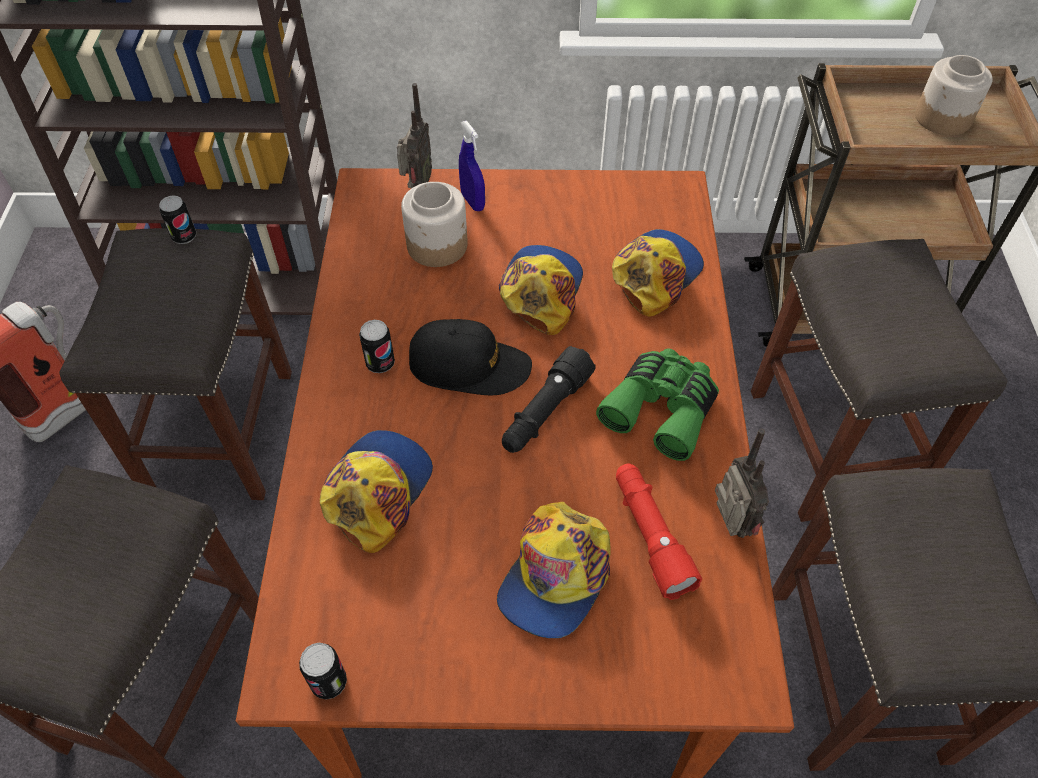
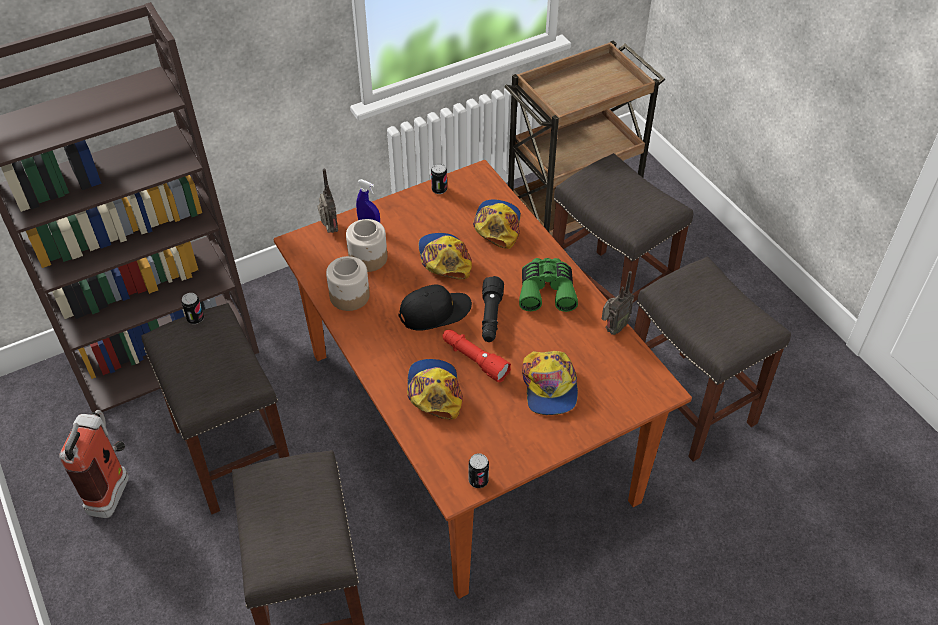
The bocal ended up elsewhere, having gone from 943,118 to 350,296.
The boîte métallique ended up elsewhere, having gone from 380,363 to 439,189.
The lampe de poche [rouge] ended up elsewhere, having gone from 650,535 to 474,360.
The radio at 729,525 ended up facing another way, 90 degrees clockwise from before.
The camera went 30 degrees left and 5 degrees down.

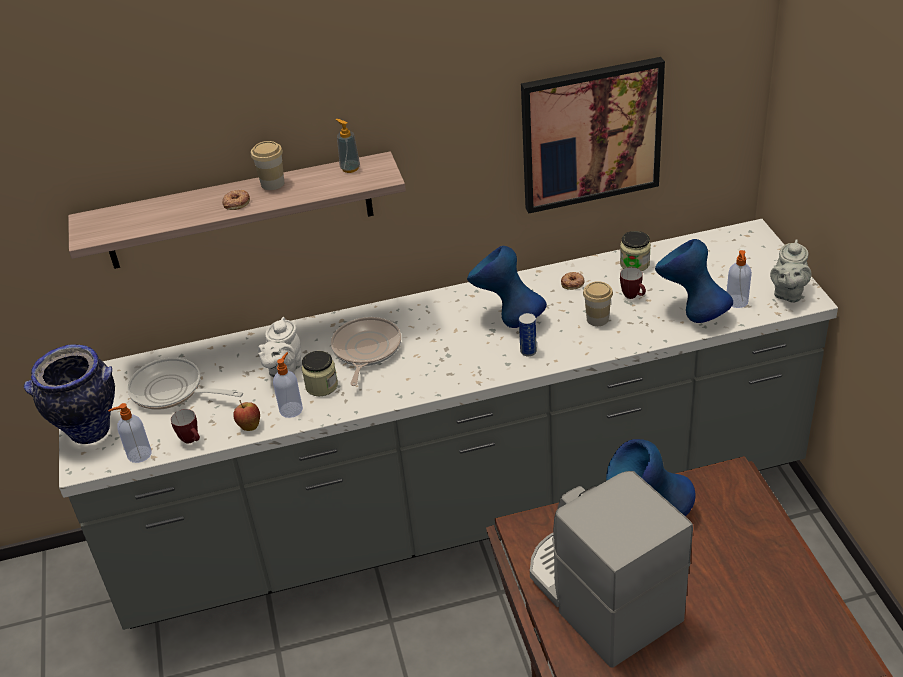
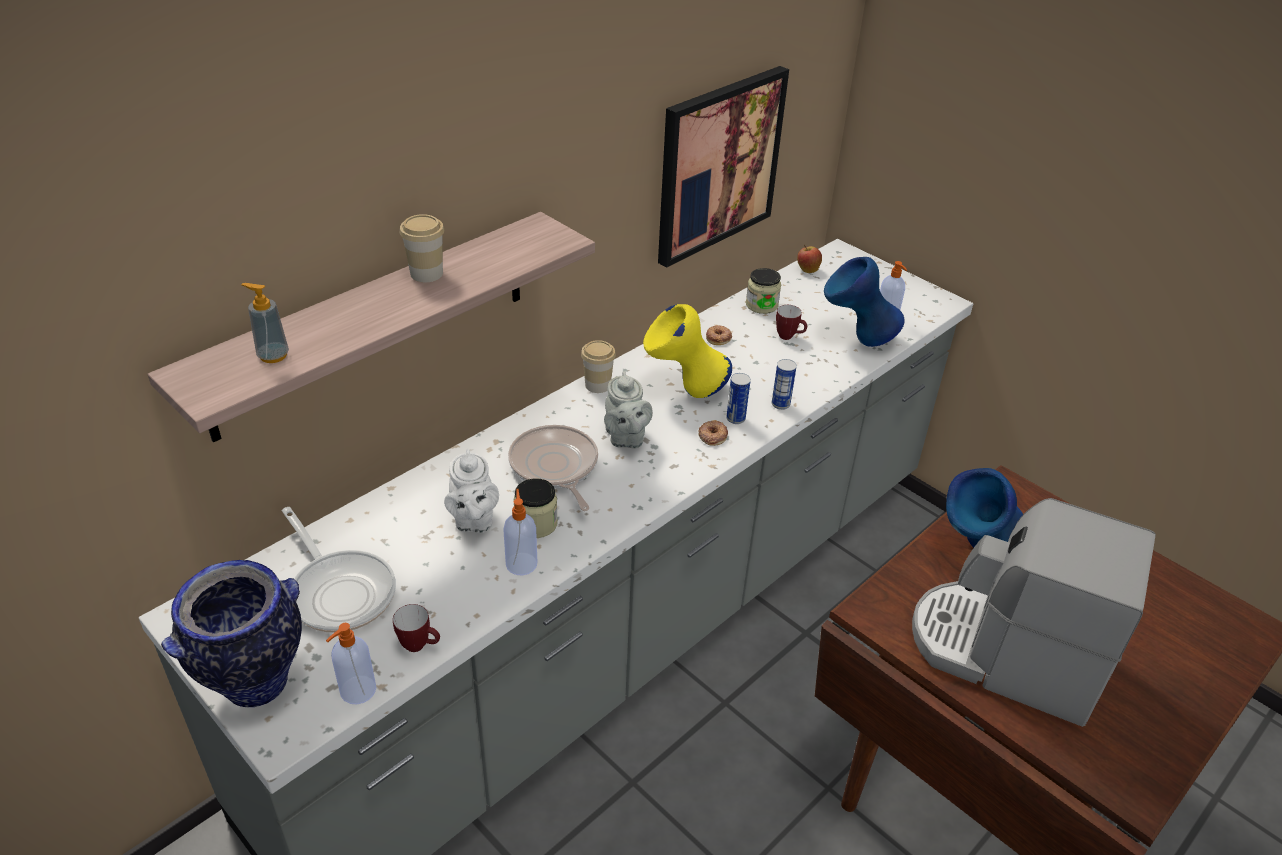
The distributeur de savon ended up elsewhere, having gone from 350,168 to 273,355.
The poêle at 172,391 ended up facing another way, 120 degrees counterclockwise from before.
The tasse ended up elsewhere, having gone from 597,319 to 597,385.
The théière [gris] ended up elsewhere, having gone from 787,293 to 625,438.
What was the vase [bleu] at 507,319 turned into the vase [jaune] at 685,391.
The beignet ended up elsewhere, having gone from 236,202 to 712,436.
The second view gained the boîte métallique at 780,404.
The pomme ended up elsewhere, having gone from 249,425 to 807,270.
The camera went 35 degrees left and 0 degrees up.

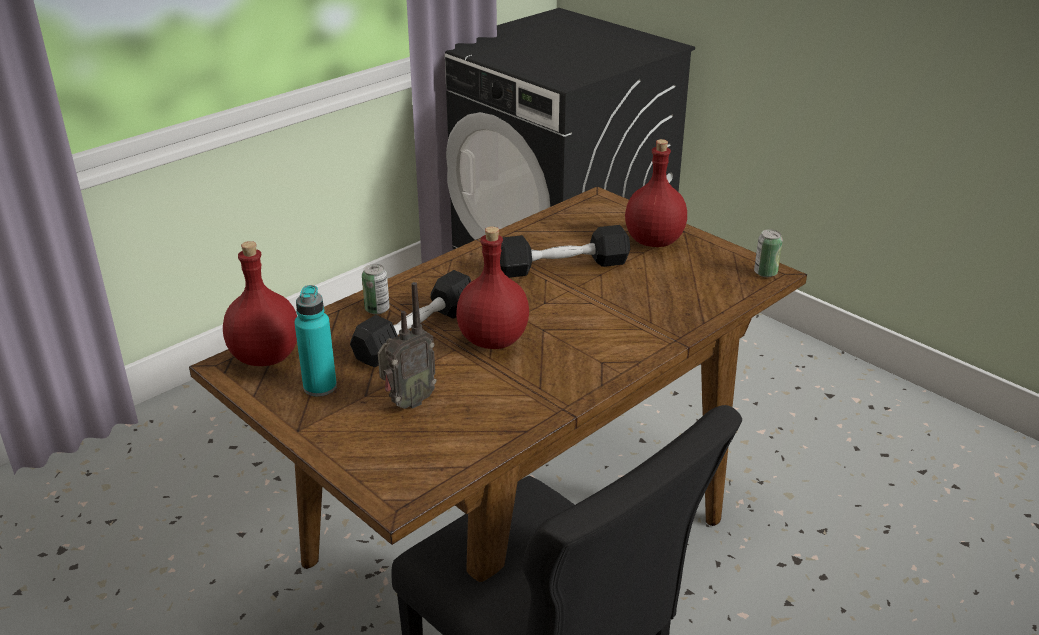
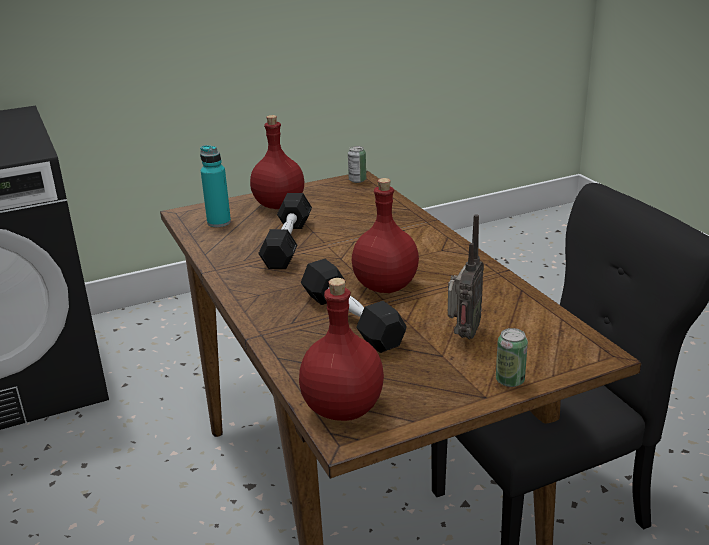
The bouteille [turquoise] ended up elsewhere, having gone from 320,387 to 219,222.
The radio at 407,402 ended up facing another way, 45 degrees clockwise from before.
The boîte métallique ended up elsewhere, having gone from 377,309 to 510,380.
The camera went 70 degrees left and 5 degrees down.

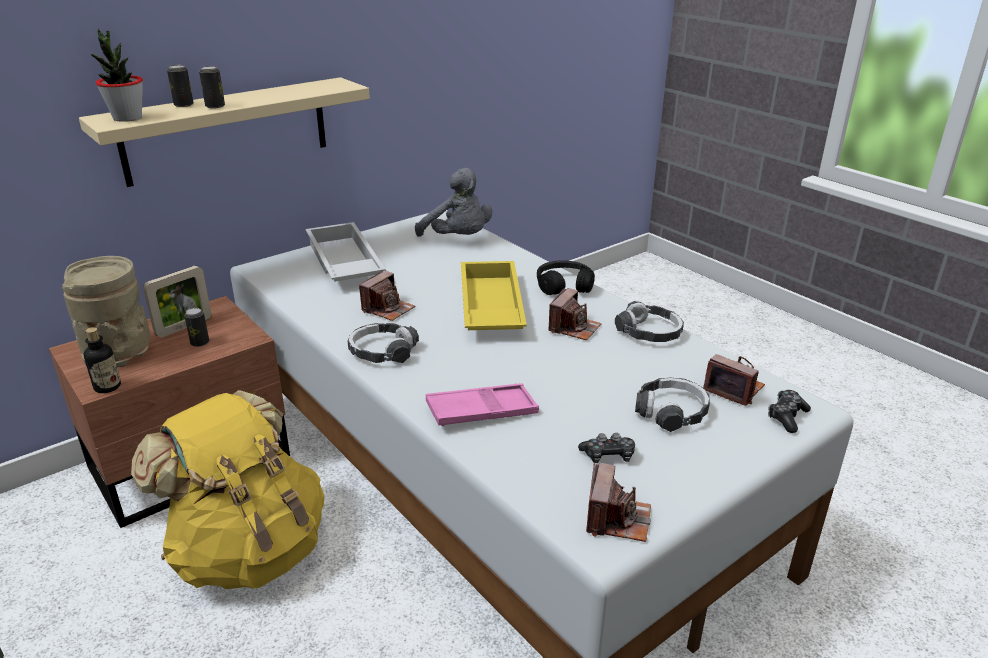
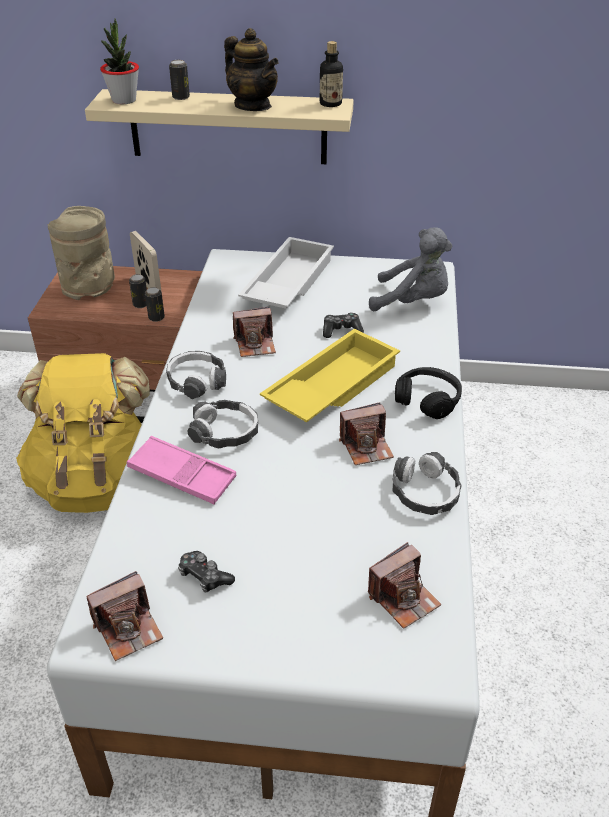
The cadre photo at 184,327 ended up facing another way, 120 degrees counterclockwise from before.
The boîte métallique ended up elsewhere, having gone from 215,106 to 156,318.
The casque audio ended up elsewhere, having gone from 671,412 to 224,432.
The second view gained the théière at 253,106.
The bouteille ended up elsewhere, having gone from 107,387 to 330,103.
The manette ended up elsewhere, having gone from 786,417 to 341,330.
The appareil photo at 733,389 ended up facing another way, 60 degrees clockwise from before.
The peluche [gris] at 458,239 ended up facing another way, 75 degrees counterclockwise from before.
The camera went 45 degrees right and 10 degrees up.

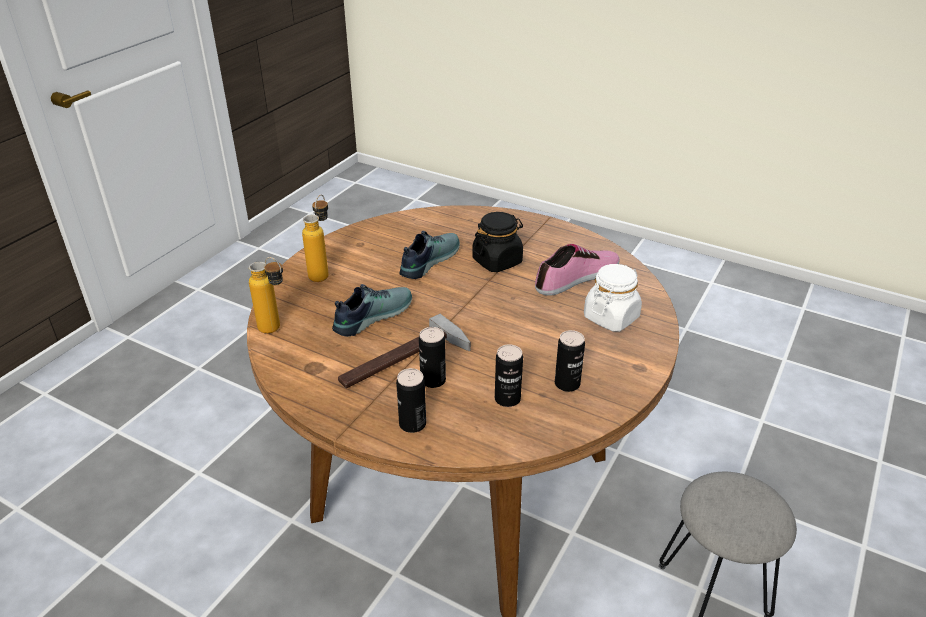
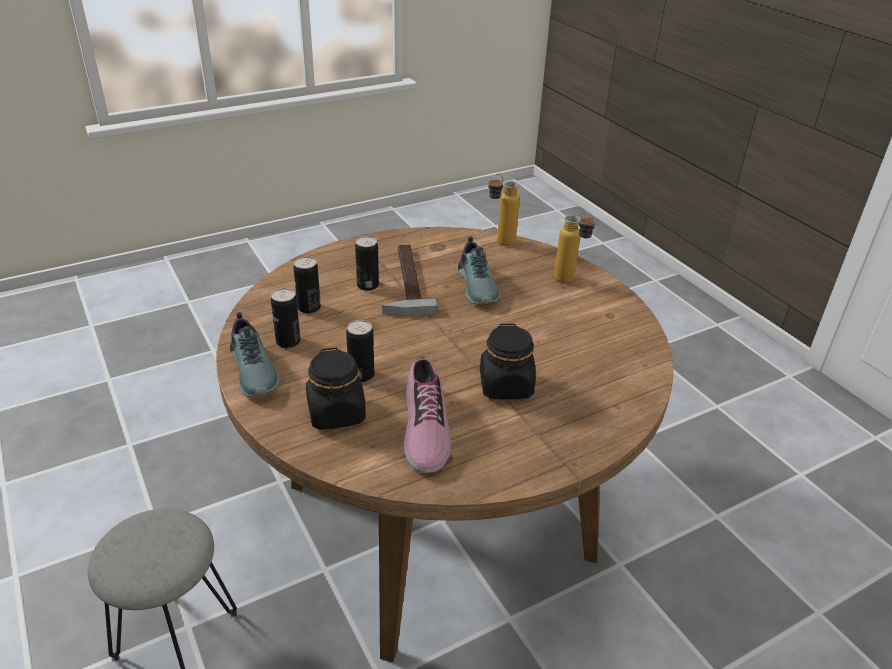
The chaussure ended up elsewhere, having gone from 428,260 to 255,369.
What was the bocal [blanc] at 611,317 turned into the bocal [noir] at 336,413.
The boîte métallique ended up elsewhere, having gone from 412,424 to 361,375.
The camera went 120 degrees right and 0 degrees up.

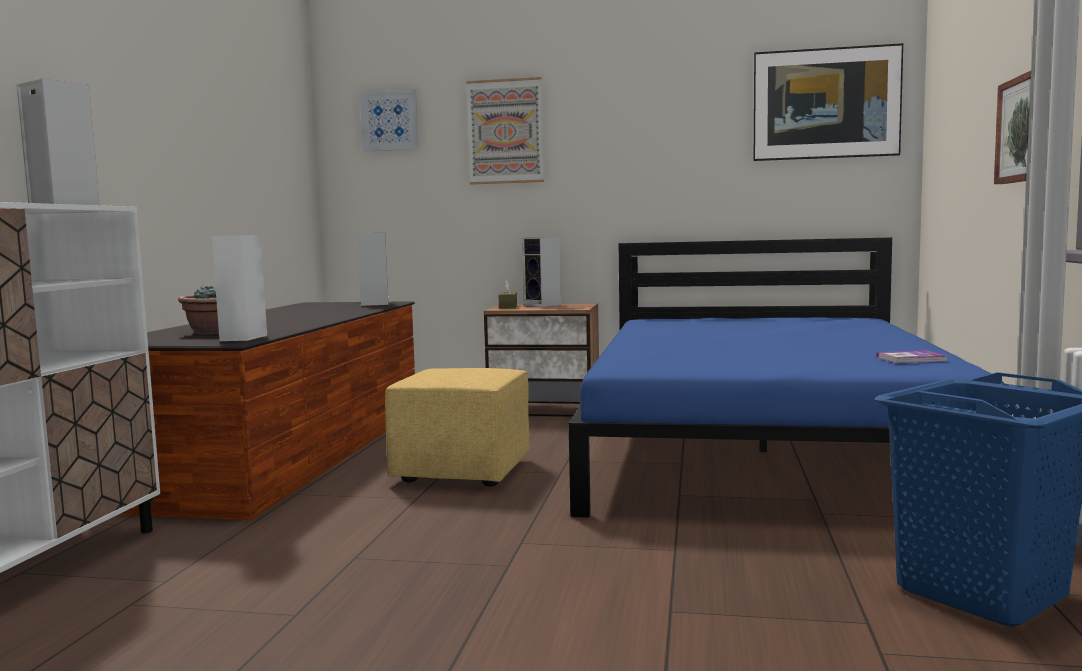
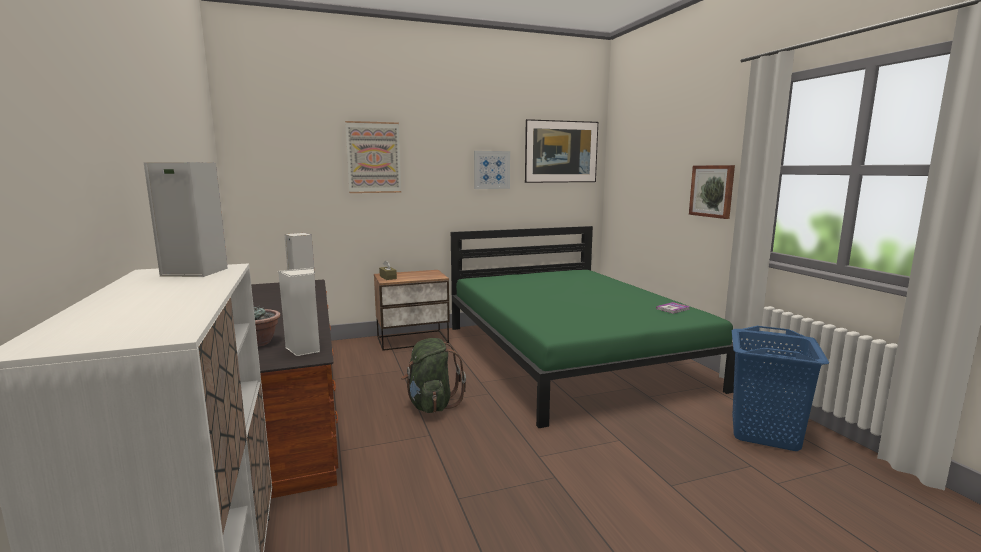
Where the pouf [jaune] stood at 464,472, the sac à dos [vert] came to stand at 431,405.
What was the lit [bleu] at 764,449 turned into the lit [vert] at 570,355.
The tableau ended up elsewhere, having gone from 389,121 to 491,170.
The second view lost the enceinte at 543,305.
The camera went 30 degrees left and 5 degrees up.

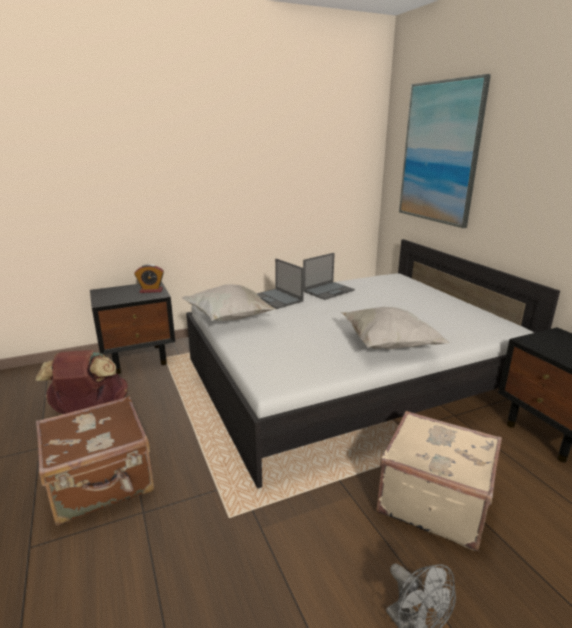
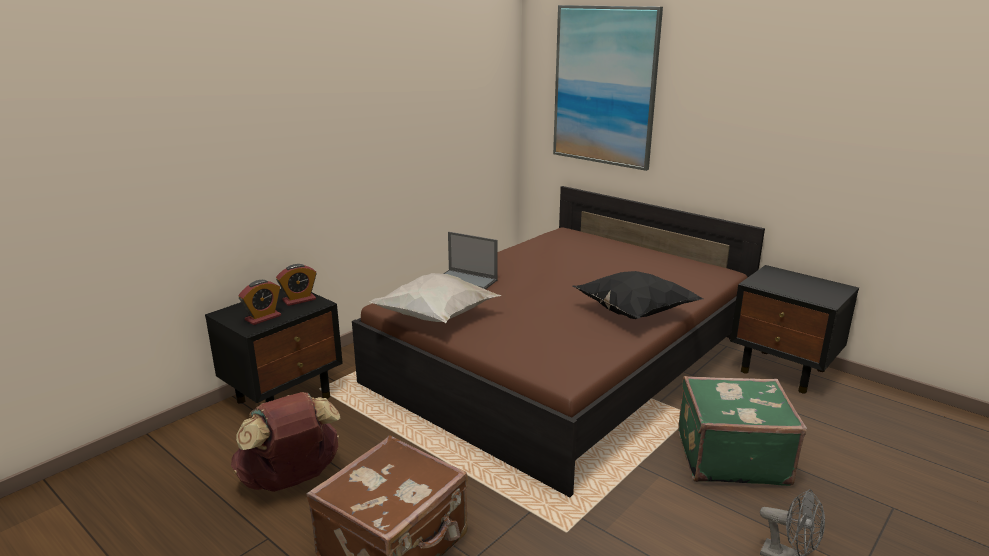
The second view gained the réveil at 263,318.
What was the lit [blanc] at 347,378 turned into the lit [marron] at 562,362.
What was the coussin [blanc] at 387,345 turned into the coussin [noir] at 633,313.
What was the valise [beige] at 433,500 turned into the valise [vert] at 730,456.
The second view lost the ordinateur portable at 329,290.
The camera went 25 degrees left and 0 degrees up.

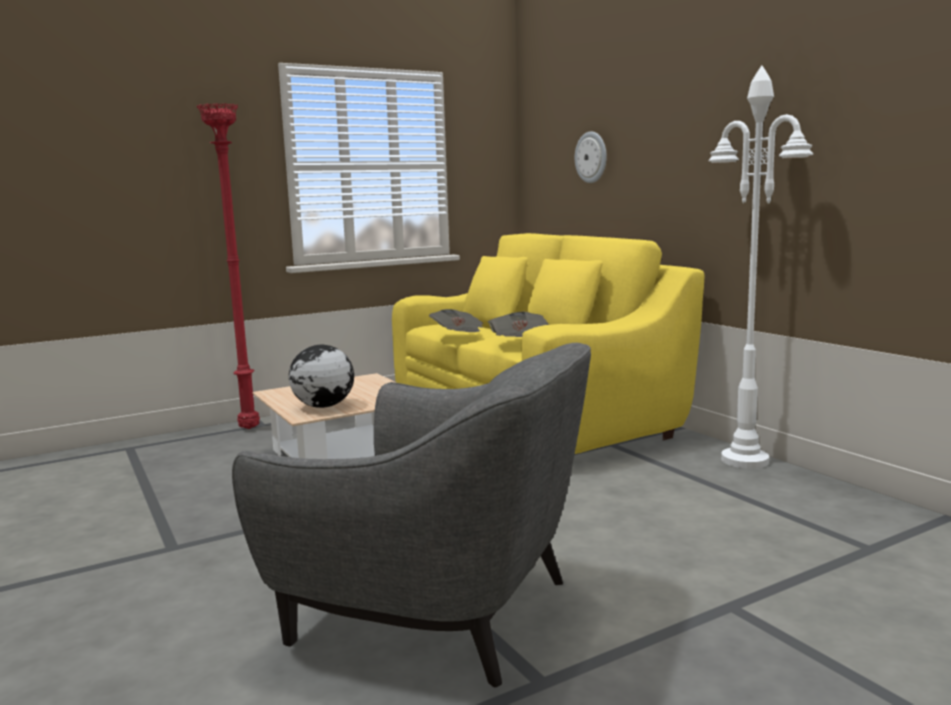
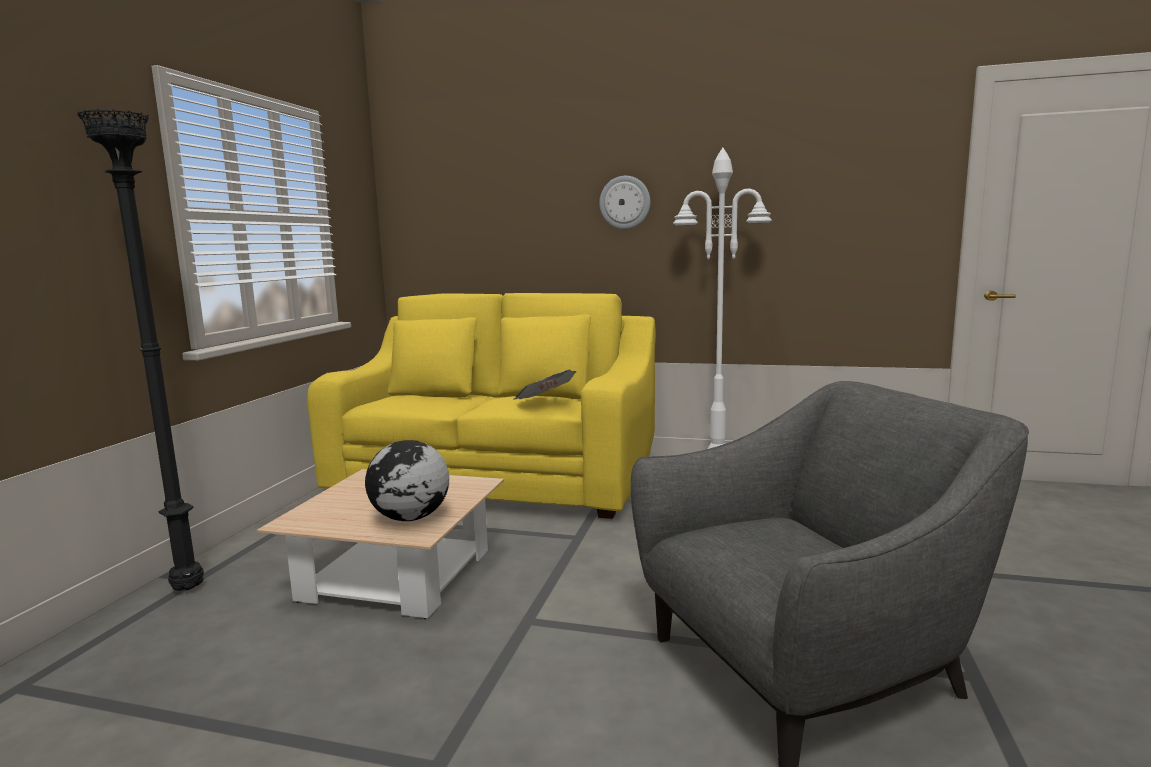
What was the lampadaire [rouge] at 247,429 turned into the lampadaire [noir] at 186,590.
The horloge murale ended up elsewhere, having gone from 591,157 to 625,202.
The second view lost the journal at 459,336.
The camera went 45 degrees left and 0 degrees up.

